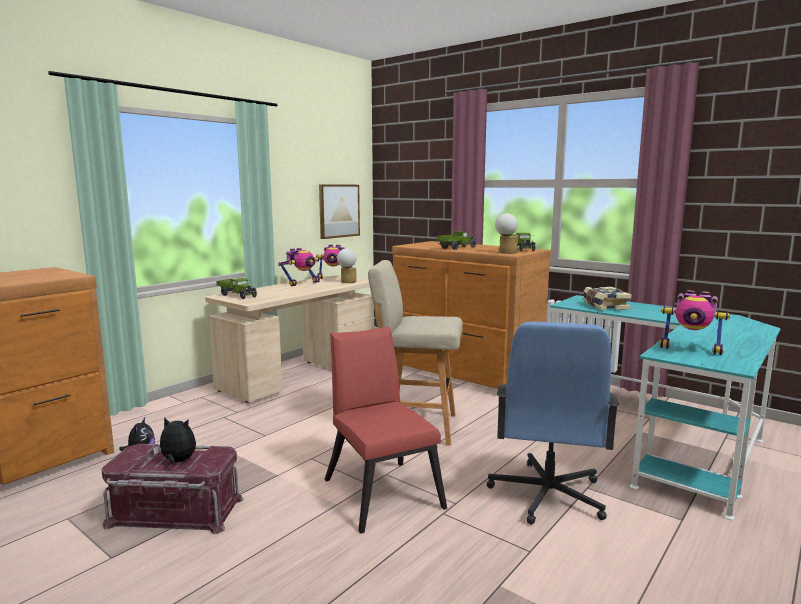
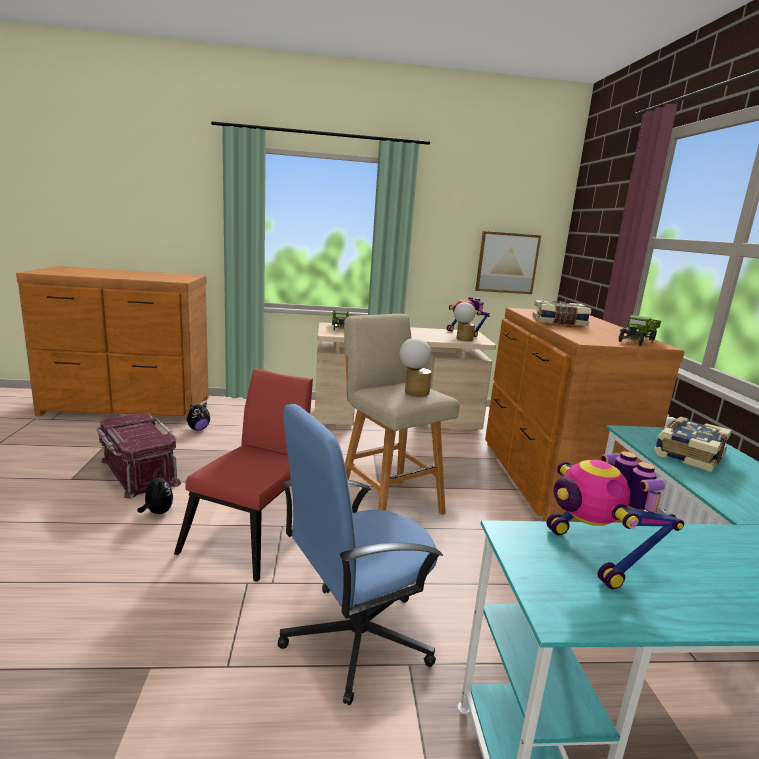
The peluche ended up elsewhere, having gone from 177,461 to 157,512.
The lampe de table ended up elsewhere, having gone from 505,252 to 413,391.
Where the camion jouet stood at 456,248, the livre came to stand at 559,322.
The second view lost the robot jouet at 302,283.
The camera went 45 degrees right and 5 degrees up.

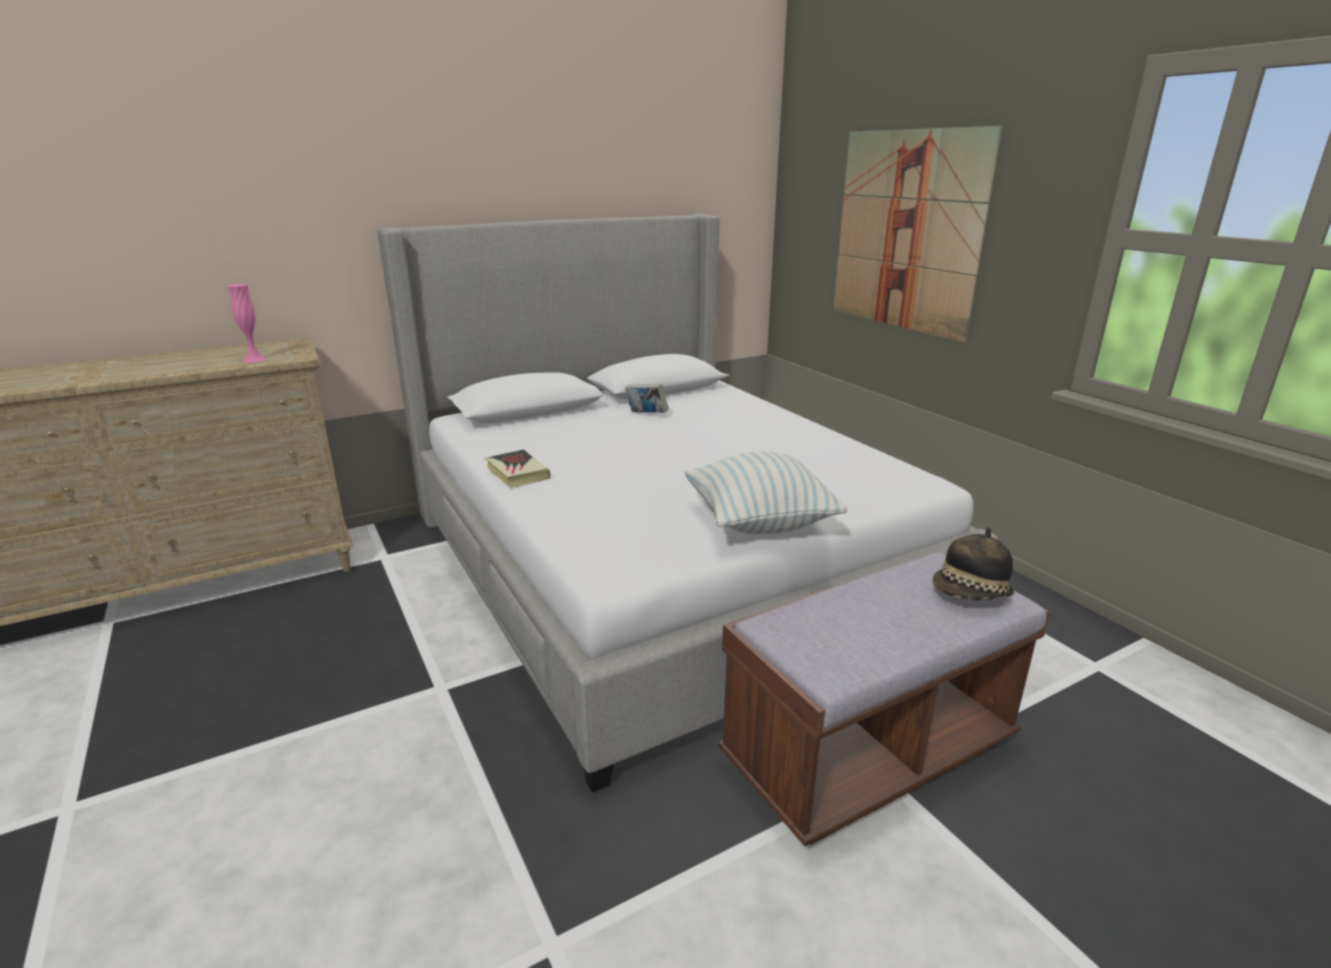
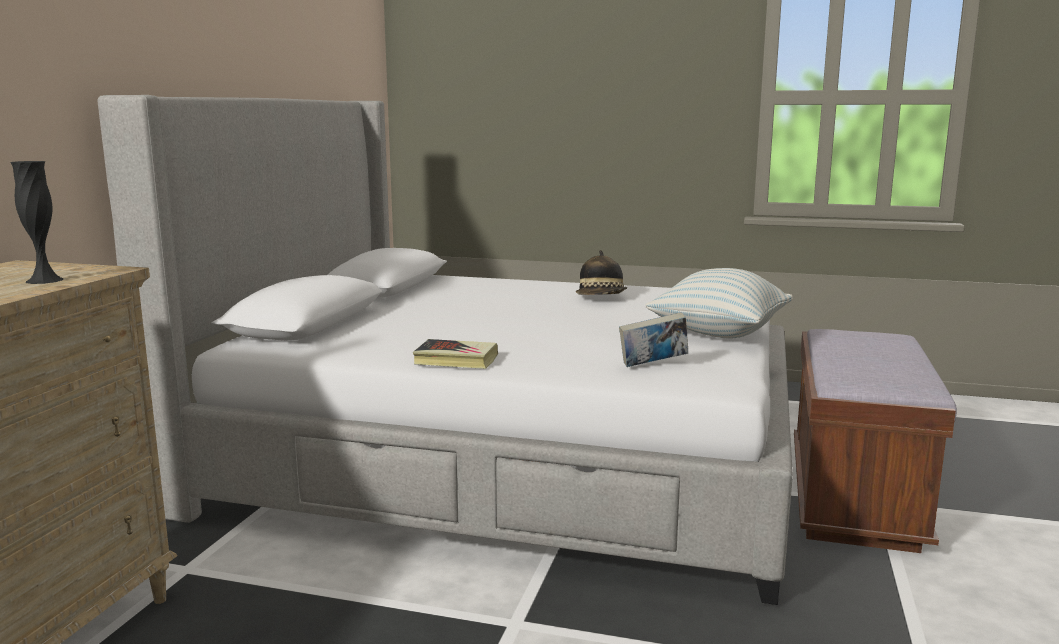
What was the vase [rose] at 254,359 turned into the vase [noir] at 44,280.
The chapeau ended up elsewhere, having gone from 970,594 to 601,298.
The livre ended up elsewhere, having gone from 646,415 to 653,365.
The second view lost the tableau at 906,231.
The camera went 45 degrees left and 10 degrees down.

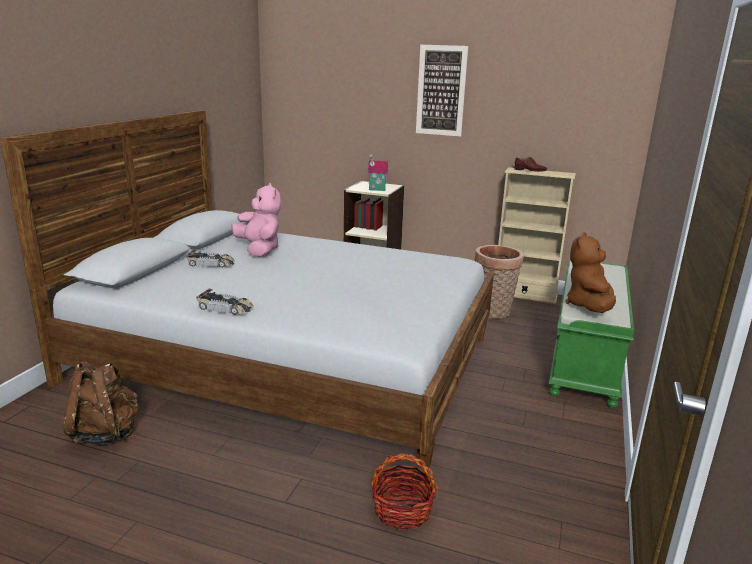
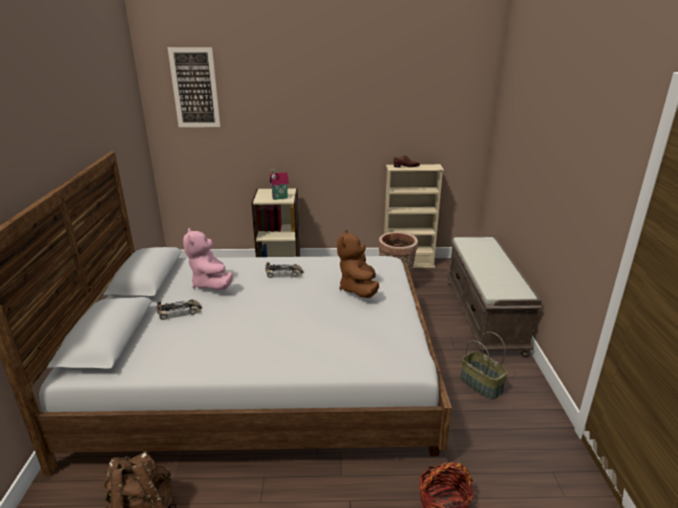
The tableau ended up elsewhere, having gone from 441,91 to 195,88.
The peluche [rose] at 259,250 ended up facing another way, 150 degrees counterclockwise from before.
The petite voiture ended up elsewhere, having gone from 226,308 to 284,273.
The peluche [marron] ended up elsewhere, having gone from 589,307 to 358,289.
What was the banc [vert] at 586,359 turned into the banc [marron] at 484,316.
The second view gained the panier at 481,385.
The camera went 20 degrees left and 5 degrees up.

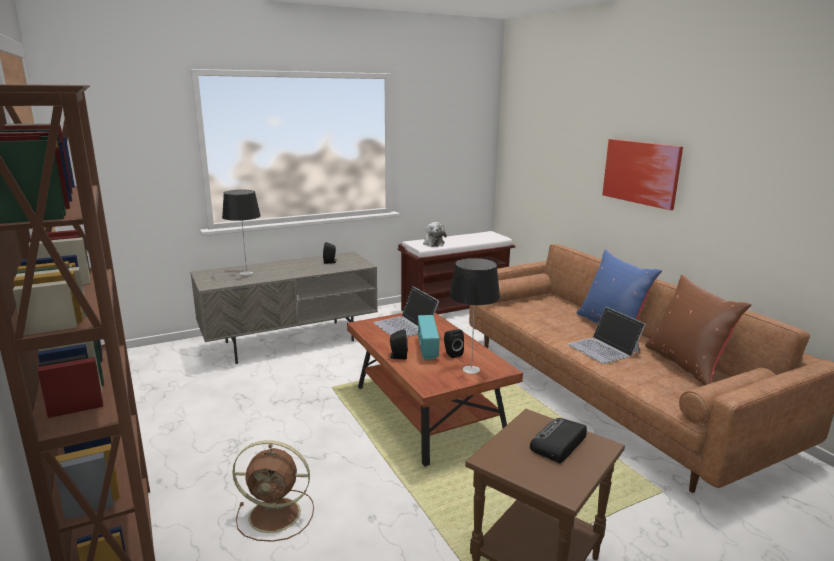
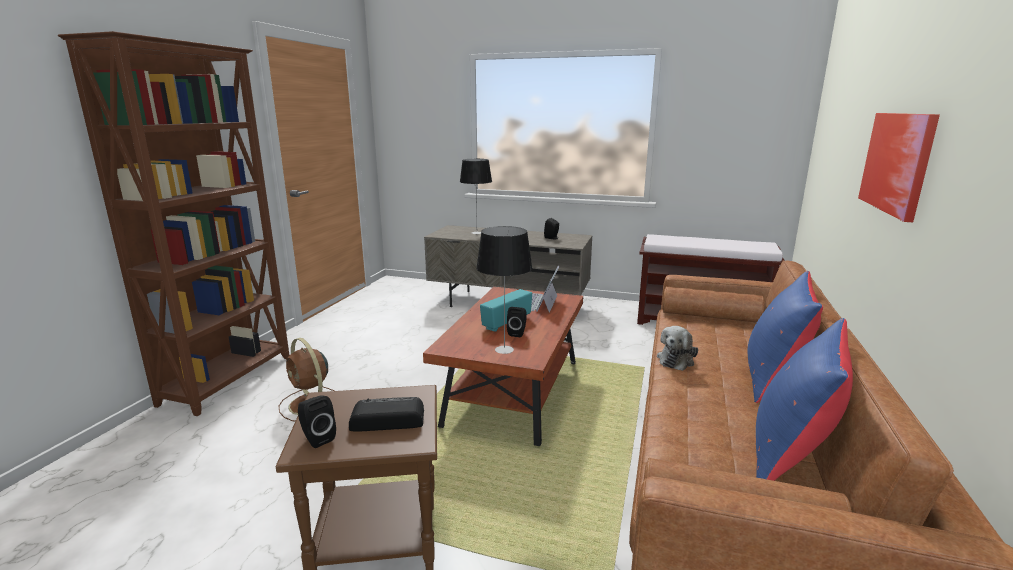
The enceinte [noir] ended up elsewhere, having gone from 397,357 to 317,438.
The peluche ended up elsewhere, having gone from 433,243 to 676,359.
What was the coussin [marron] at 686,365 turned into the coussin [bleu] at 791,455.
The second view lost the ordinateur portable at 604,349.
The camera went 45 degrees right and 0 degrees up.

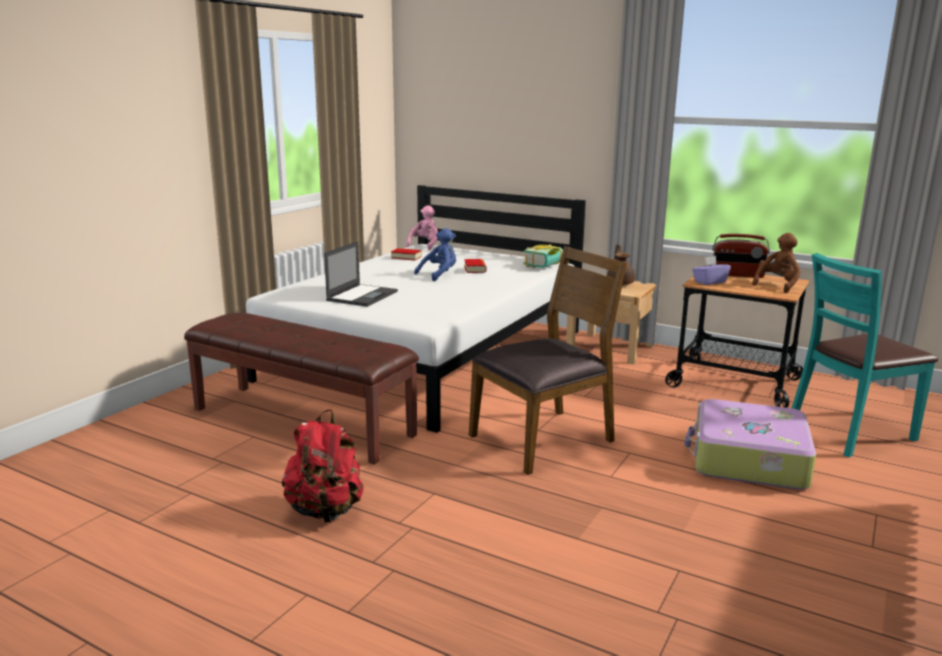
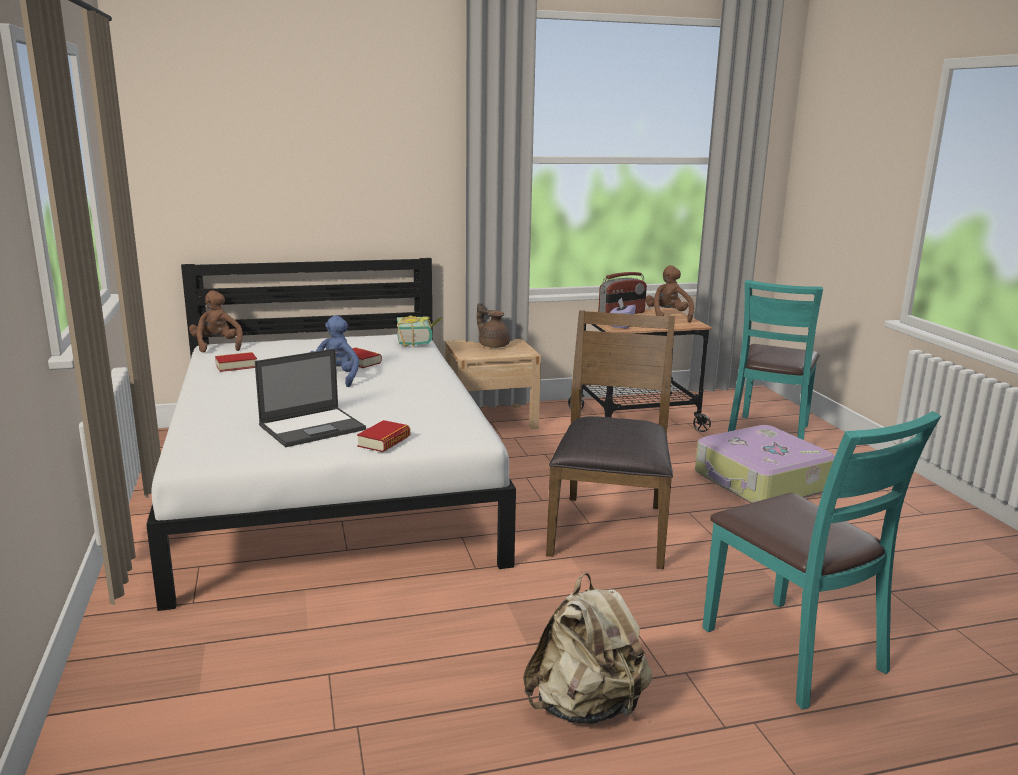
What was the peluche [rose] at 424,245 turned into the peluche [marron] at 217,346.
The ordinateur portable at 362,295 ended up facing another way, 75 degrees clockwise from before.
The second view gained the livre at 384,441.
What was the sac à dos [rouge] at 325,511 turned into the sac à dos [beige] at 586,707.
The second view gained the chaise [turquoise] at 793,651.
The second view lost the banc [marron] at 303,421.
The camera went 45 degrees left and 0 degrees up.

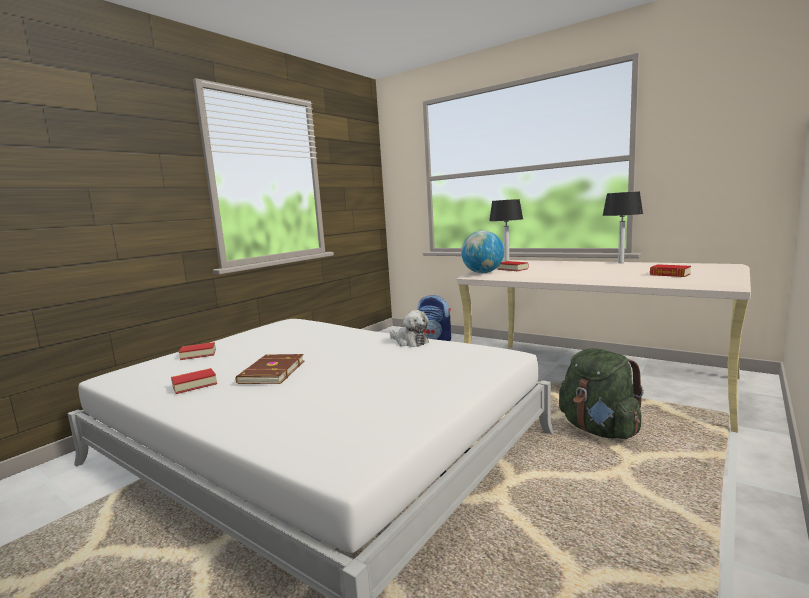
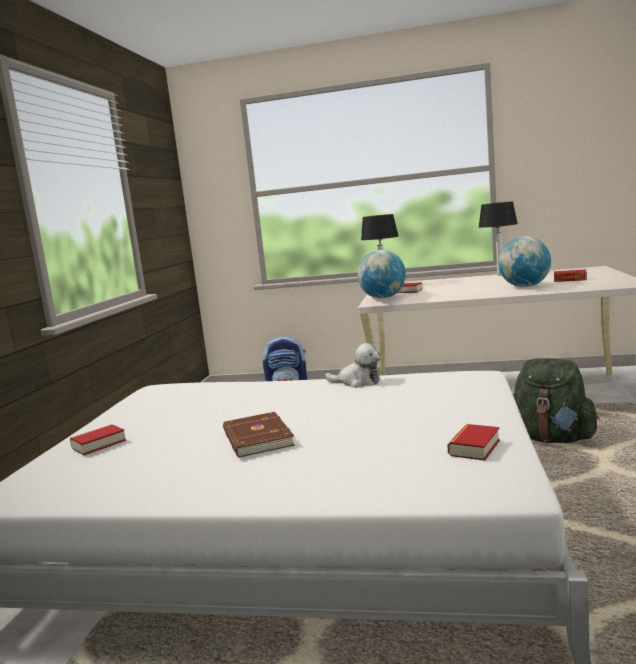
The livre ended up elsewhere, having gone from 194,385 to 474,447.
The second view gained the globe at 525,287.
The camera went 25 degrees left and 0 degrees up.

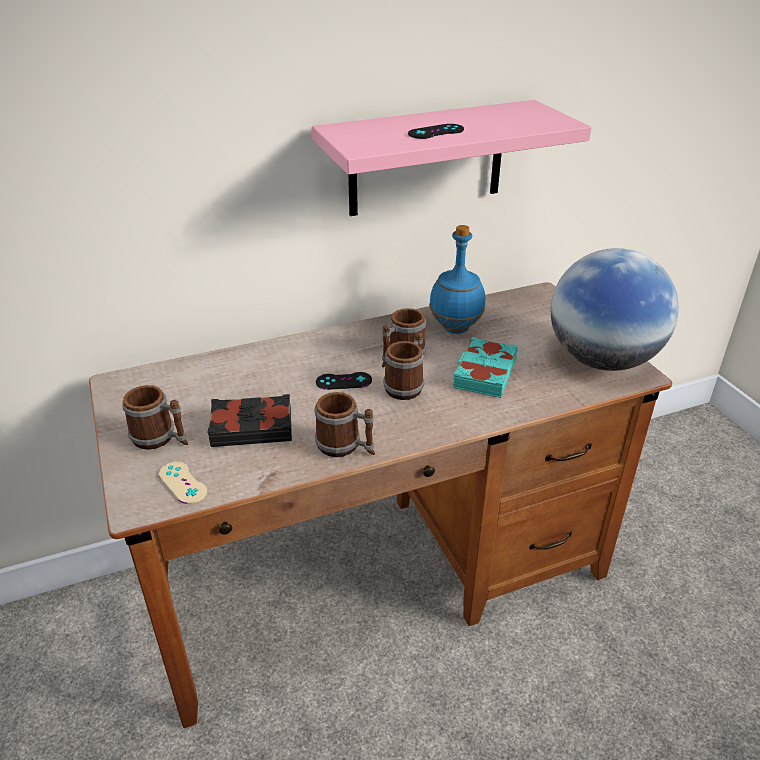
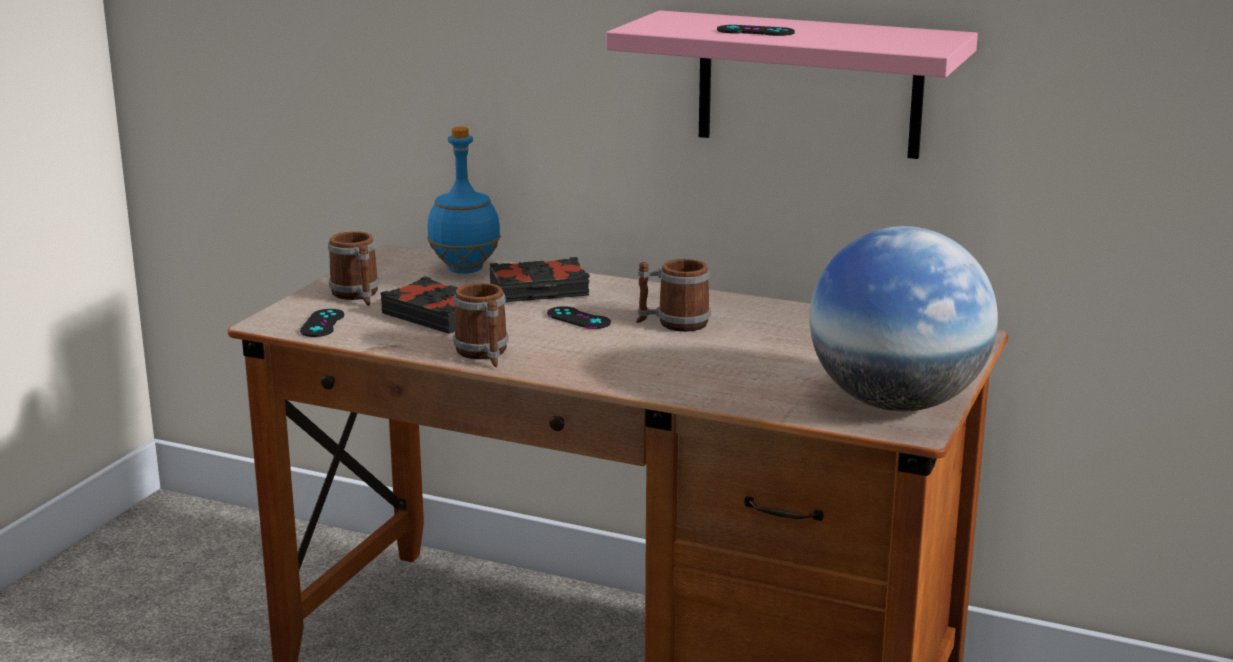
What was the manette [beige] at 182,483 turned into the manette [noir] at 322,323.
The bouteille [bleu] ended up elsewhere, having gone from 455,329 to 464,270.
The second view gained the livre [noir] at 539,290.
The second view lost the mug at 407,385.
The second view lost the livre [turquoise] at 484,373.
The camera went 45 degrees right and 15 degrees down.

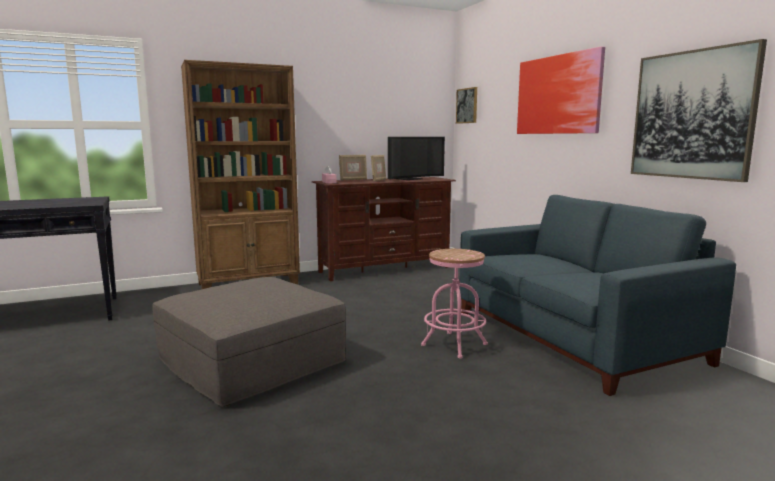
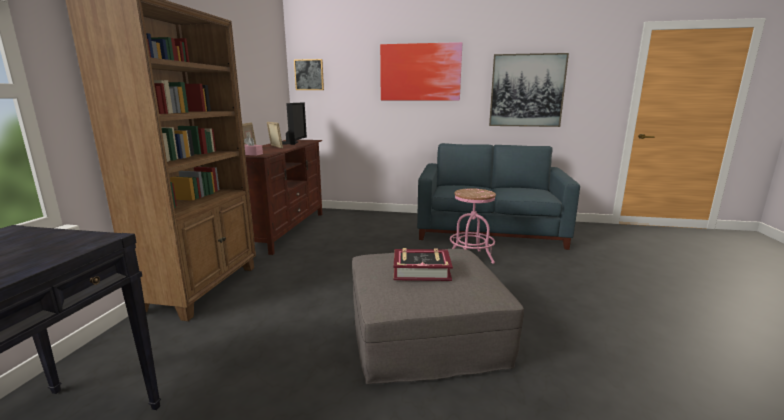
The second view gained the livre at 421,270.
The camera went 55 degrees left and 5 degrees up.

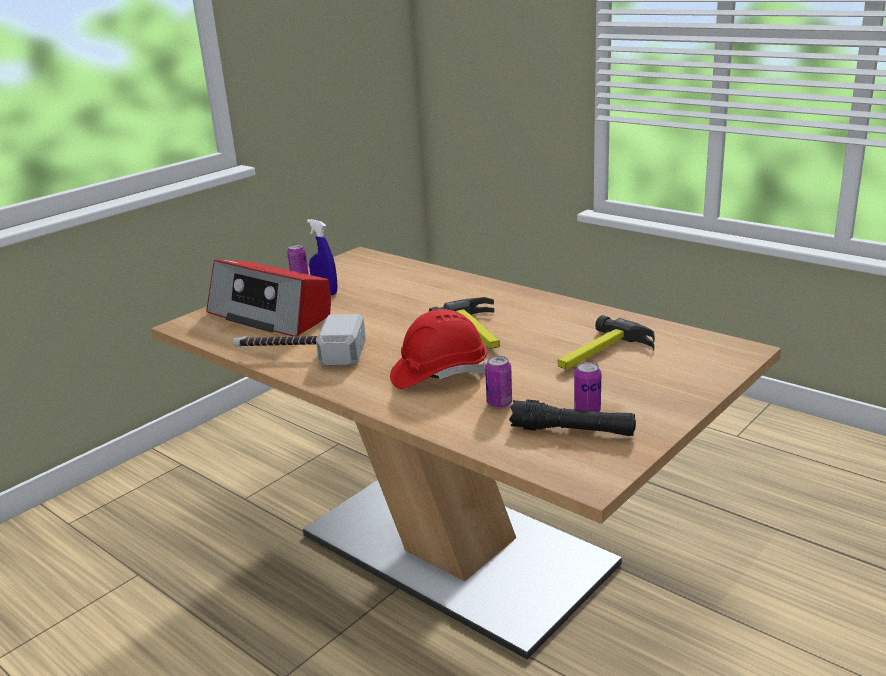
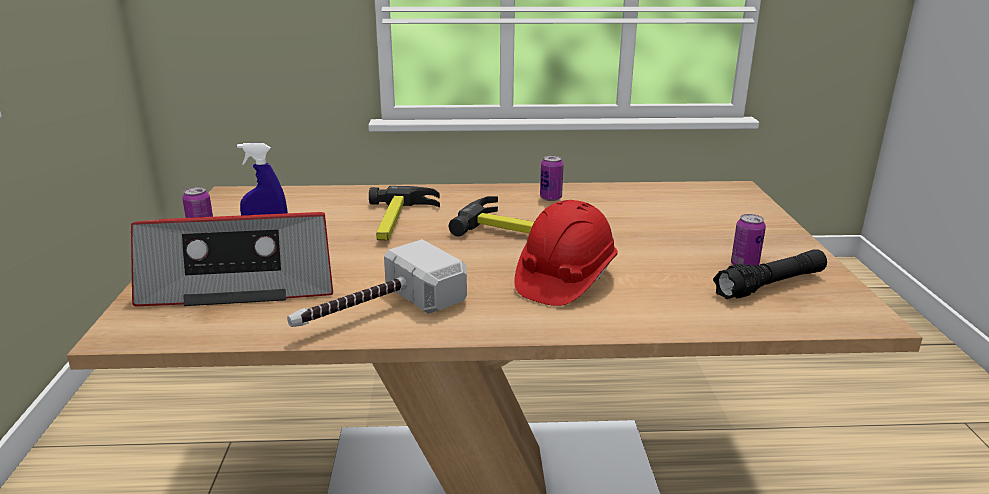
The marteau ended up elsewhere, having gone from 601,354 to 398,221.
The boîte métallique ended up elsewhere, having gone from 499,403 to 550,198.
The camera went 45 degrees left and 0 degrees up.

